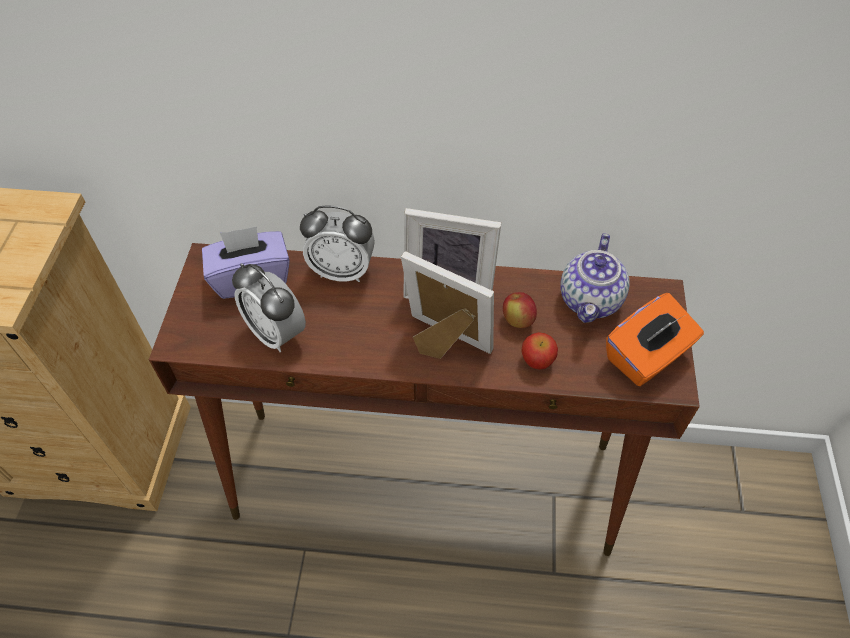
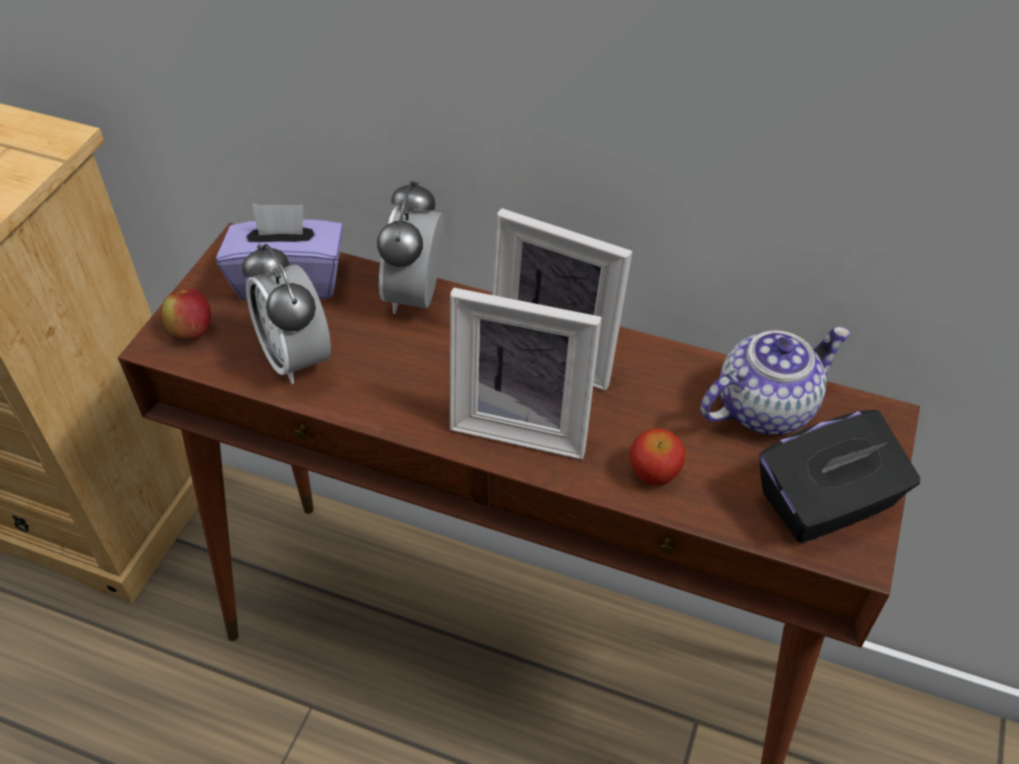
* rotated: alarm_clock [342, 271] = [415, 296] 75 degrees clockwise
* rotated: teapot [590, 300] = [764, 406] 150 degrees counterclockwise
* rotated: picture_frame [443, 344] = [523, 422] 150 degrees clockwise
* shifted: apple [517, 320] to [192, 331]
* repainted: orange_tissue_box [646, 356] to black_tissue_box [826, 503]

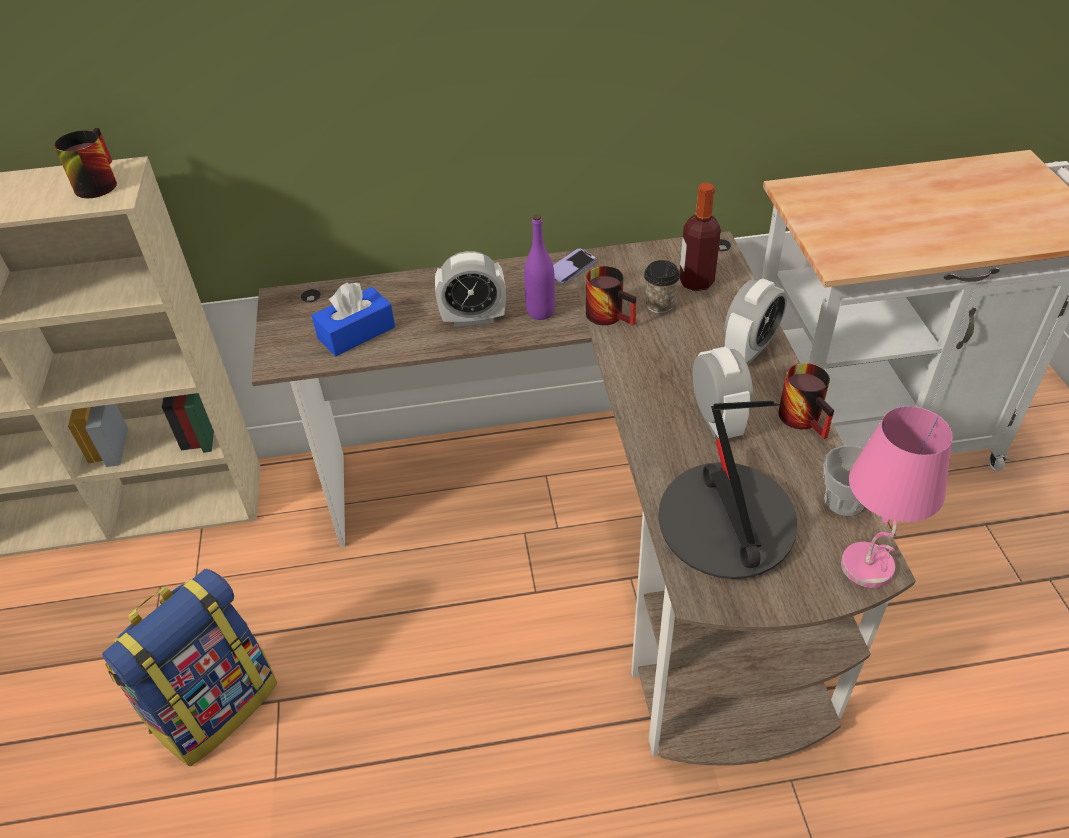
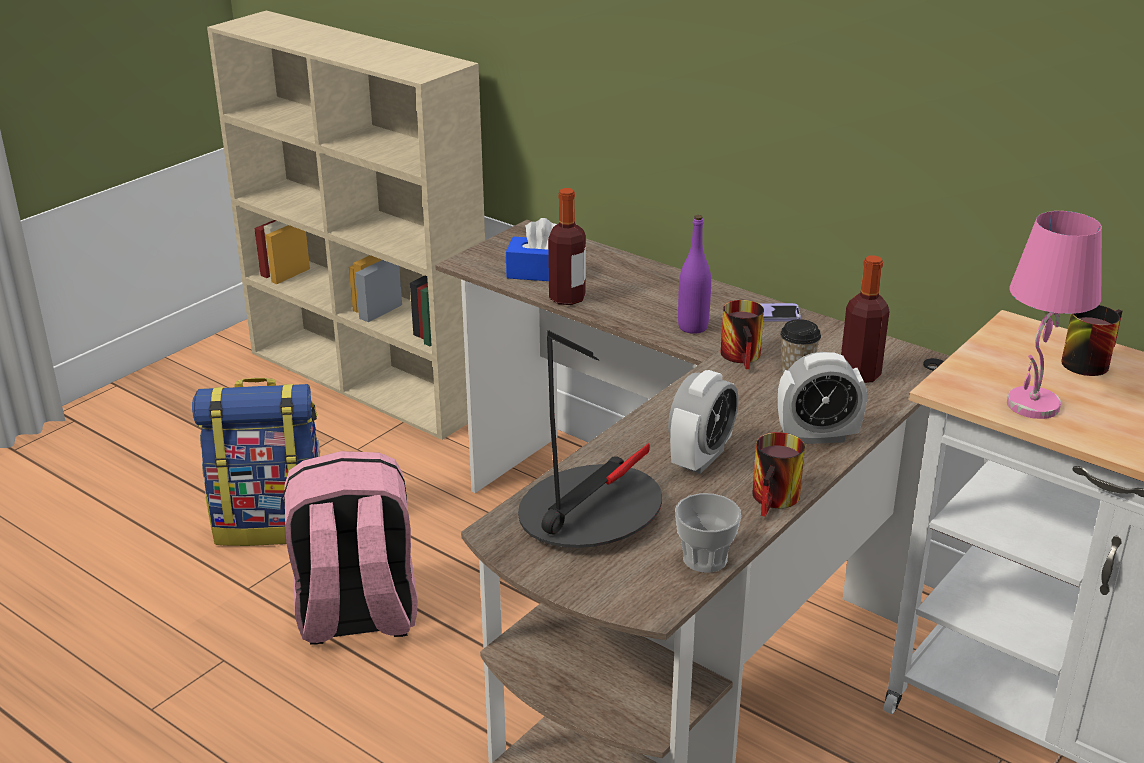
* shifted: mug [95, 182] to [1086, 360]
* gone: alarm_clock [473, 318]
* shifted: pink_table_lamp [868, 568] to [1033, 406]
* new: bottle [567, 298]
* new: pink_backpack [356, 616]

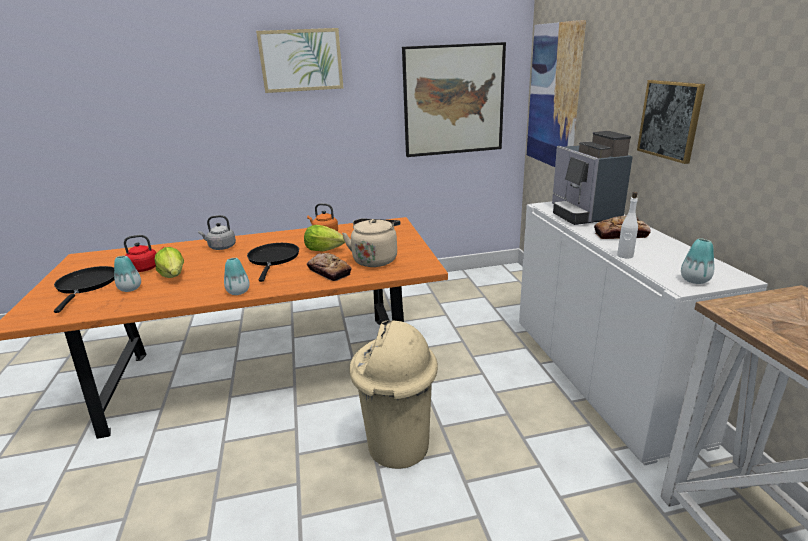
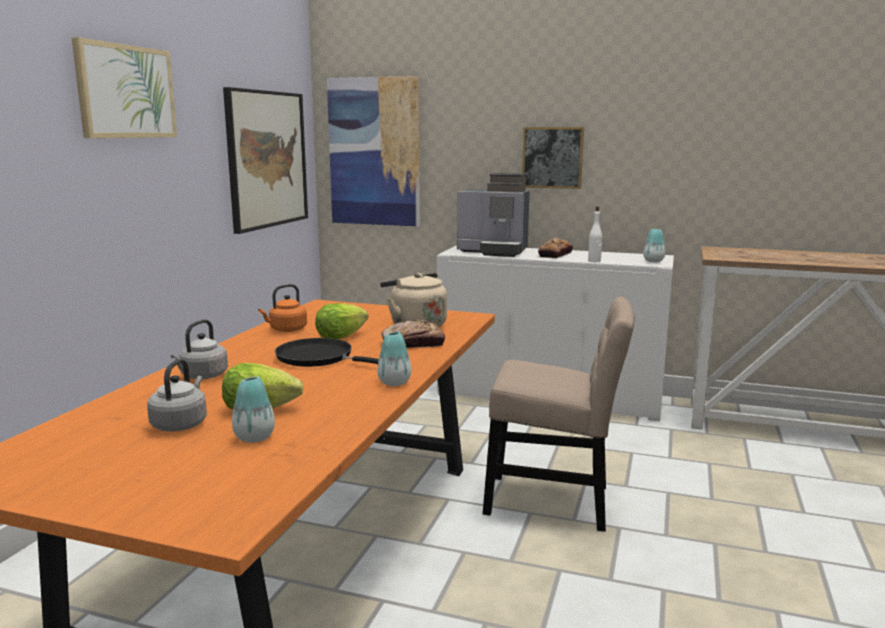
* repainted: red_kettle [146, 268] to grey_kettle [181, 424]
* gone: black_frying_pan [87, 285]
* swapped: beige_trash_can [398, 447] to beige_chair [555, 502]

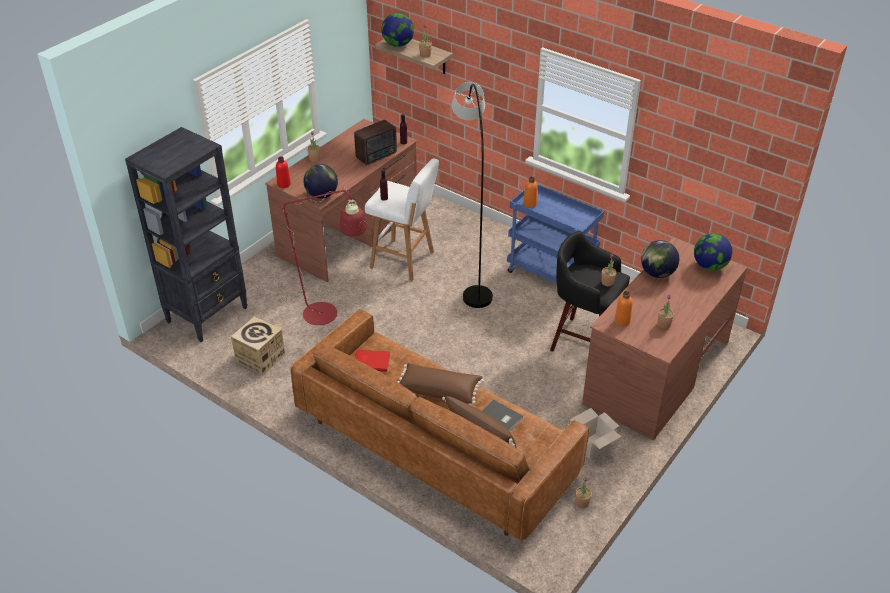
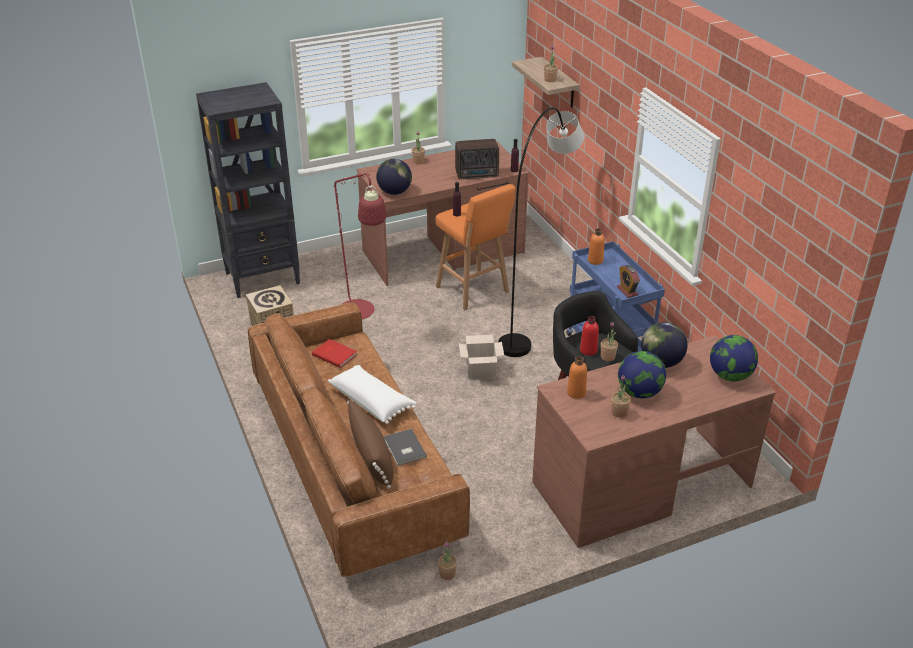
* shifted: globe [398, 44] to [639, 392]
* shifted: red_bottle [284, 184] to [588, 350]
* repainted: white_stool [404, 260] to orange_stool [473, 291]
* repainted: brown_pillow [439, 390] to white_pillow [372, 401]
* shifted: cardboard_box [592, 447] to [480, 371]
* new: alarm_clock [627, 291]

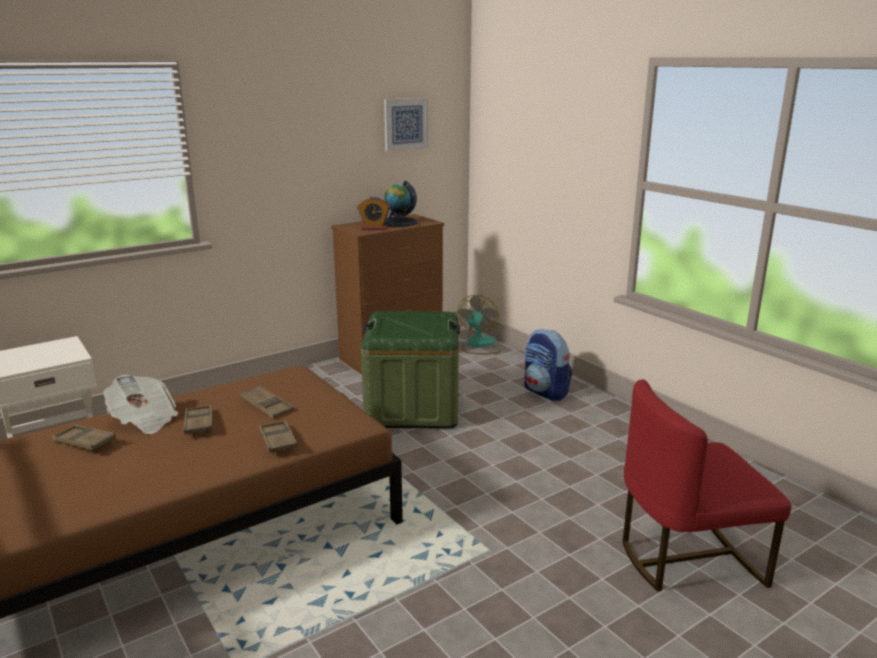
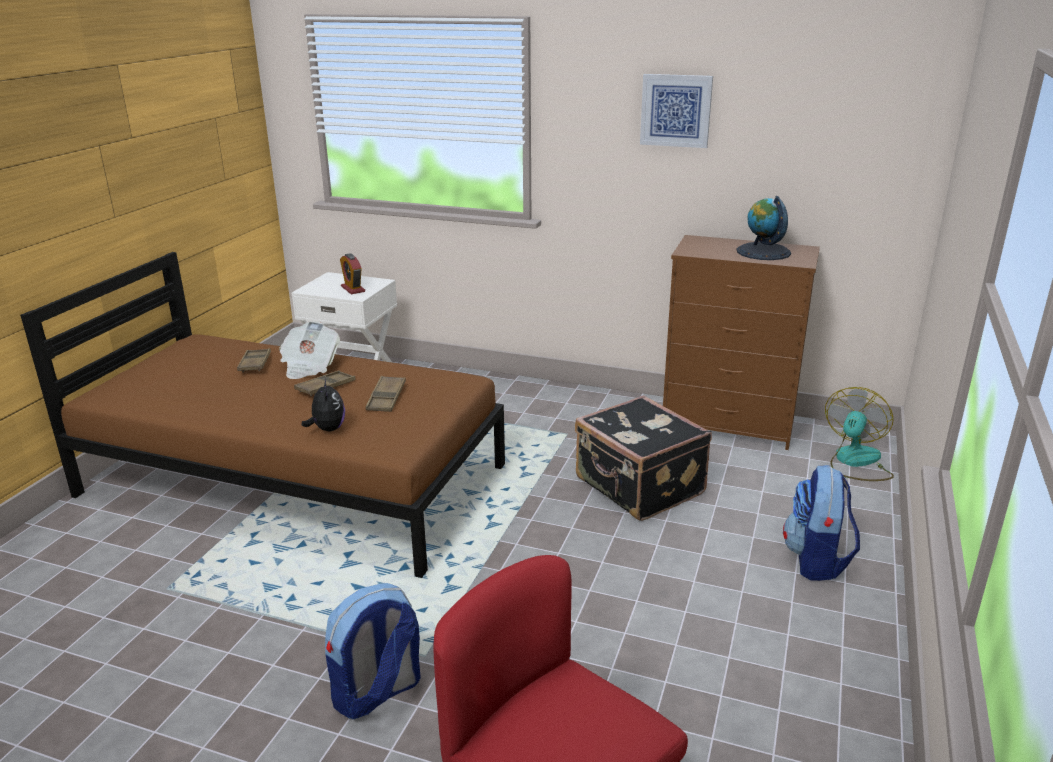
* shifted: picture [405, 124] to [676, 110]
* shifted: alarm_clock [374, 228] to [353, 289]
* rotated: fan [478, 345] = [855, 462] 45 degrees counterclockwise
* swapped: green_storage_box [412, 408] to black_suitcase [638, 487]
* swapped: brown_tray [278, 441] to plush_toy [327, 429]
* new: backpack [377, 693]

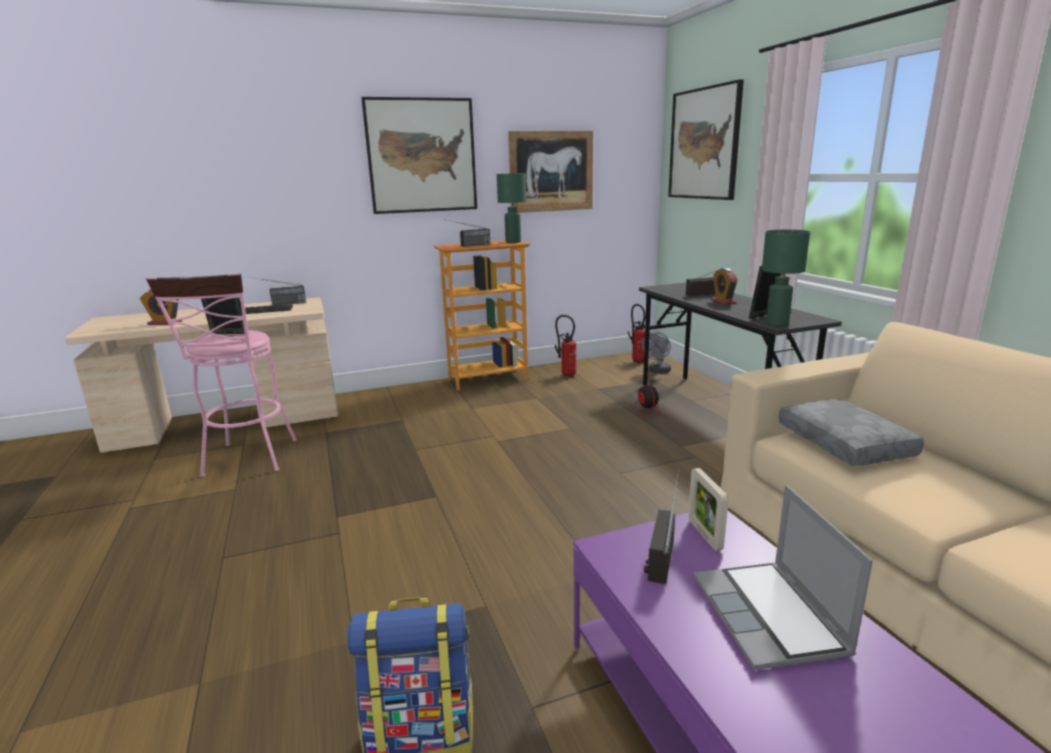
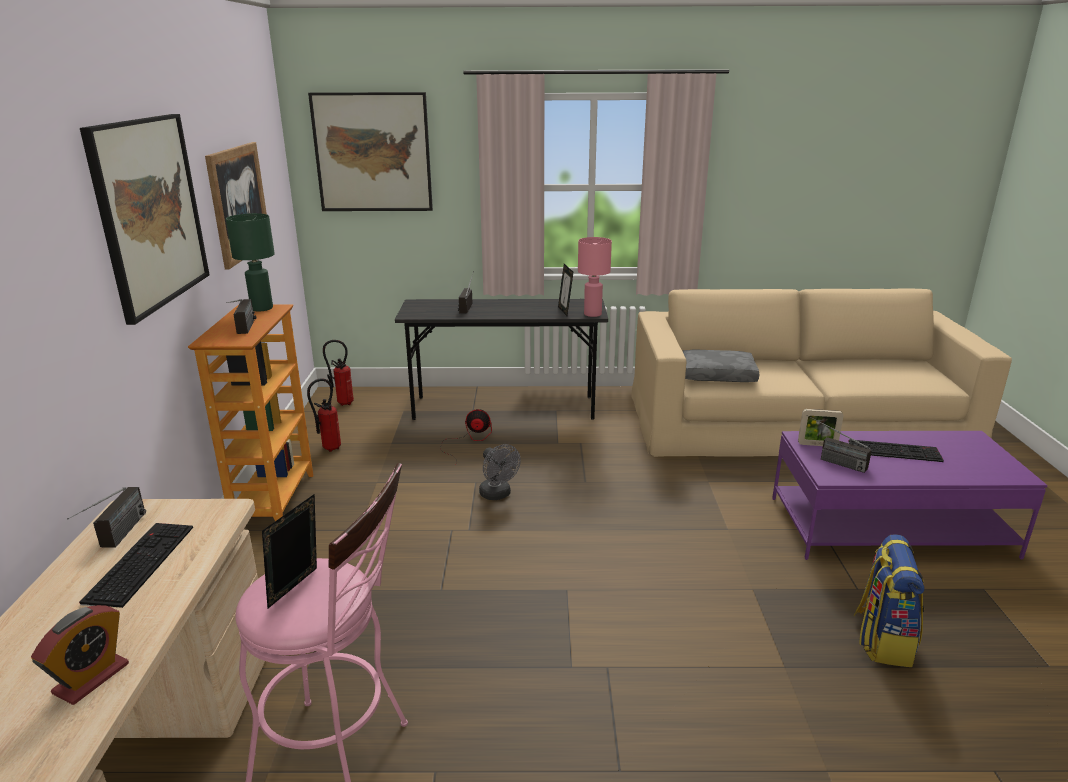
* repainted: green_table_lamp [776, 324] to pink_table_lamp [592, 314]
* gone: alarm_clock [723, 302]
* shifted: grey_fan [658, 371] to [498, 495]
* swapped: laptop [770, 616] to keyboard [895, 451]

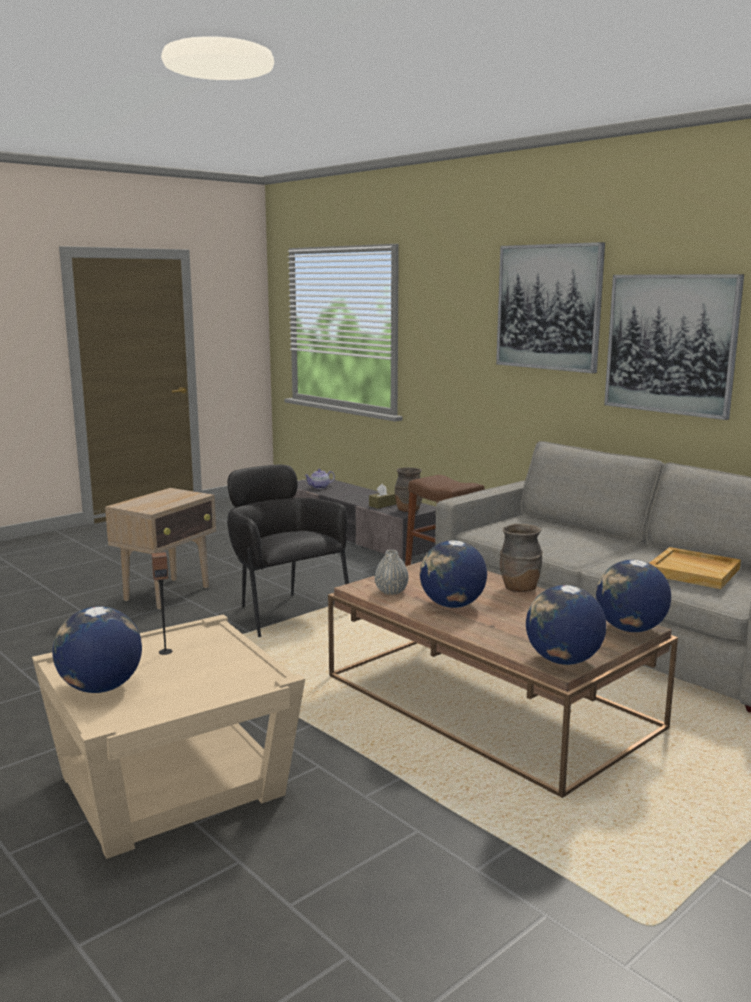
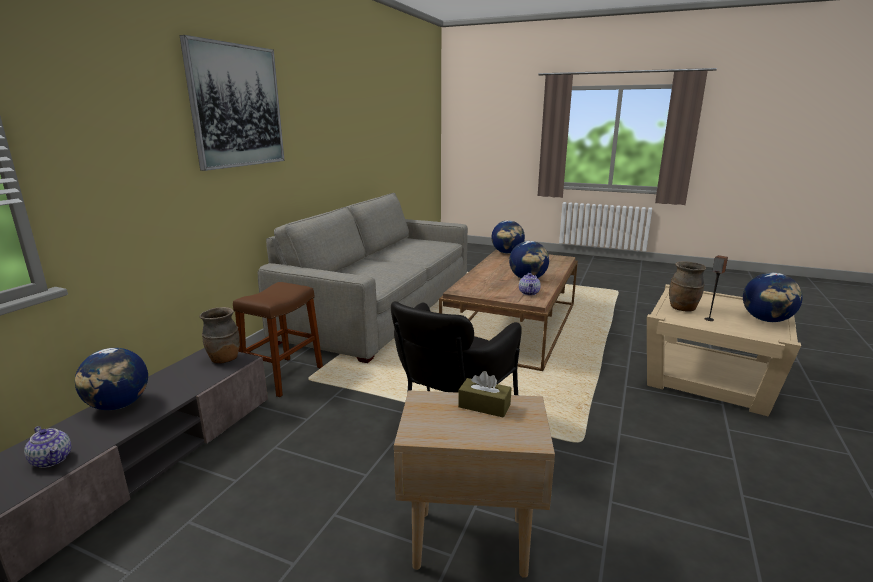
* gone: picture [670, 344]
* shifted: brown_tissue_box [382, 505] to [484, 406]
* shifted: brown_vase [519, 589] to [683, 309]
* gone: beige_tray [694, 571]
* swapped: grey_vase [391, 591] to teapot [529, 293]
* shifted: globe [562, 661] to [119, 405]

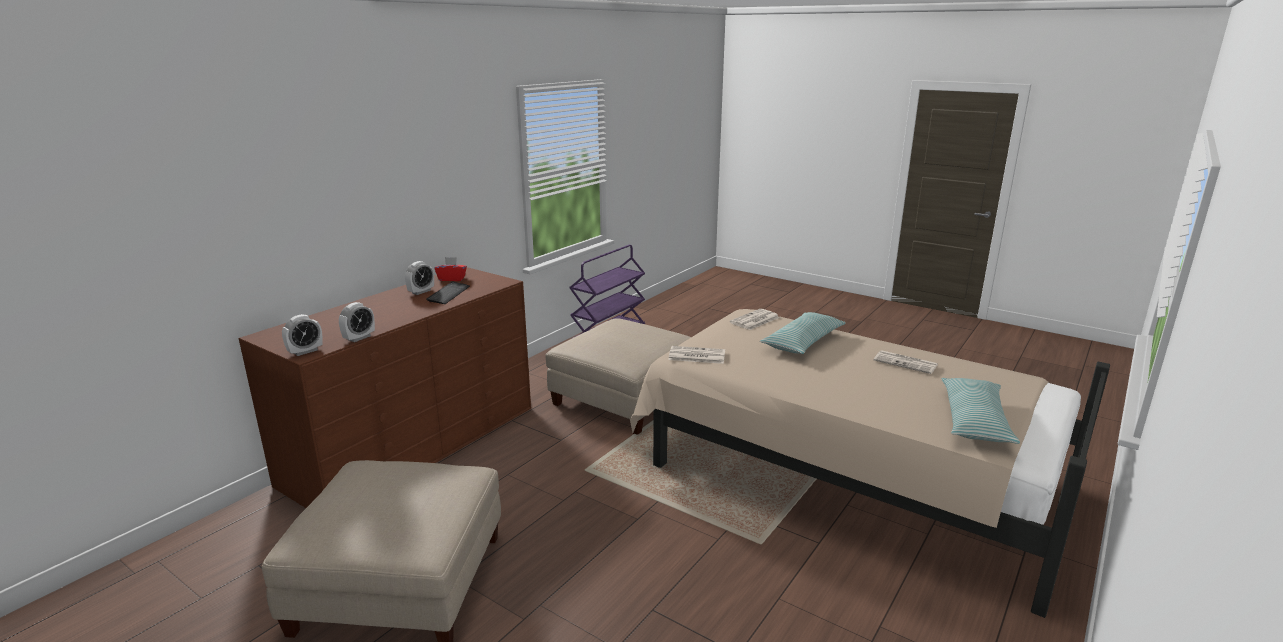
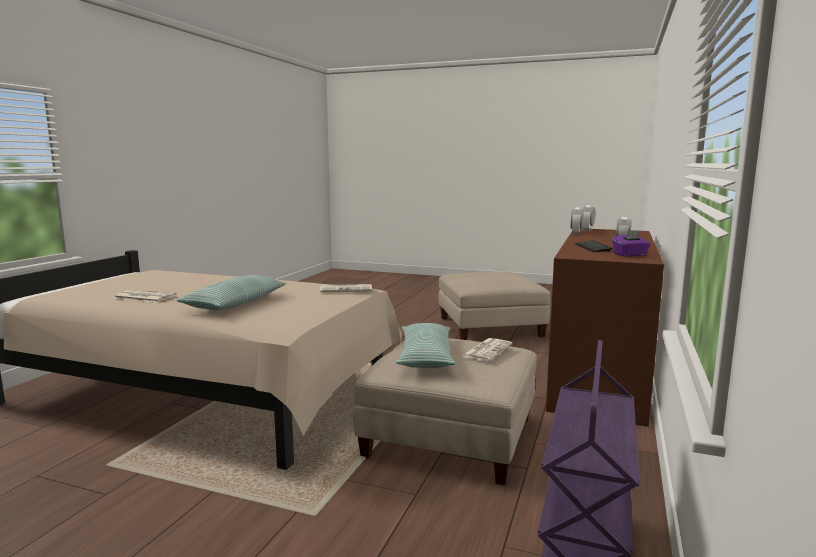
* repainted: red_tissue_box [452, 279] to purple_tissue_box [630, 255]
* shifted: newspaper [754, 320] to [486, 350]
* shifted: pillow [974, 420] to [425, 356]

